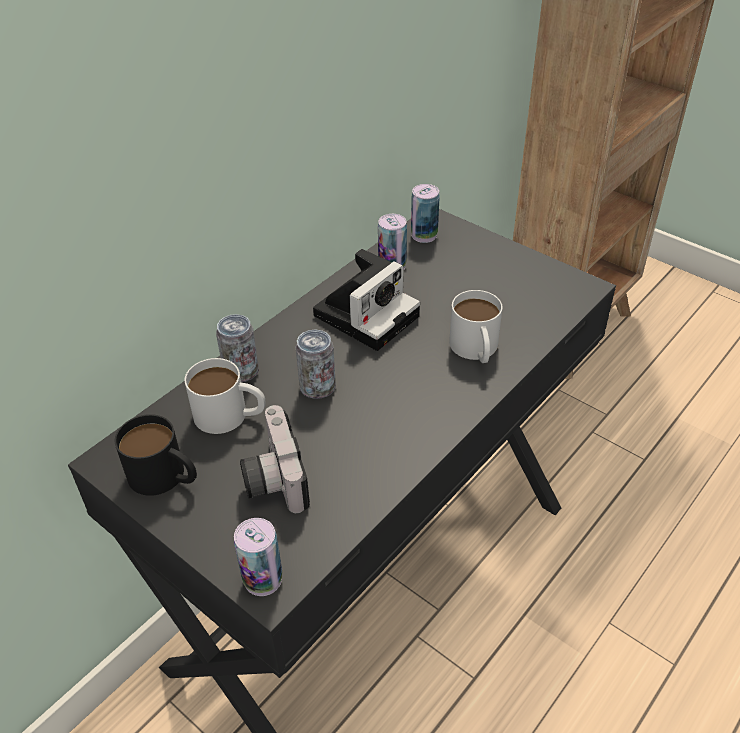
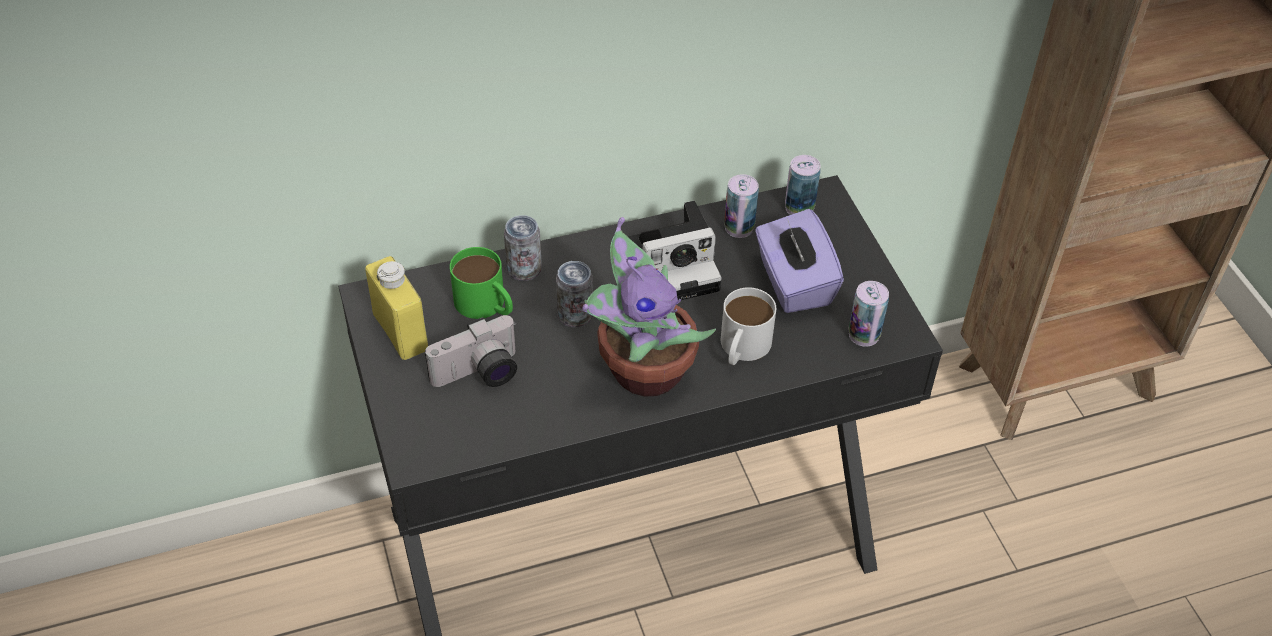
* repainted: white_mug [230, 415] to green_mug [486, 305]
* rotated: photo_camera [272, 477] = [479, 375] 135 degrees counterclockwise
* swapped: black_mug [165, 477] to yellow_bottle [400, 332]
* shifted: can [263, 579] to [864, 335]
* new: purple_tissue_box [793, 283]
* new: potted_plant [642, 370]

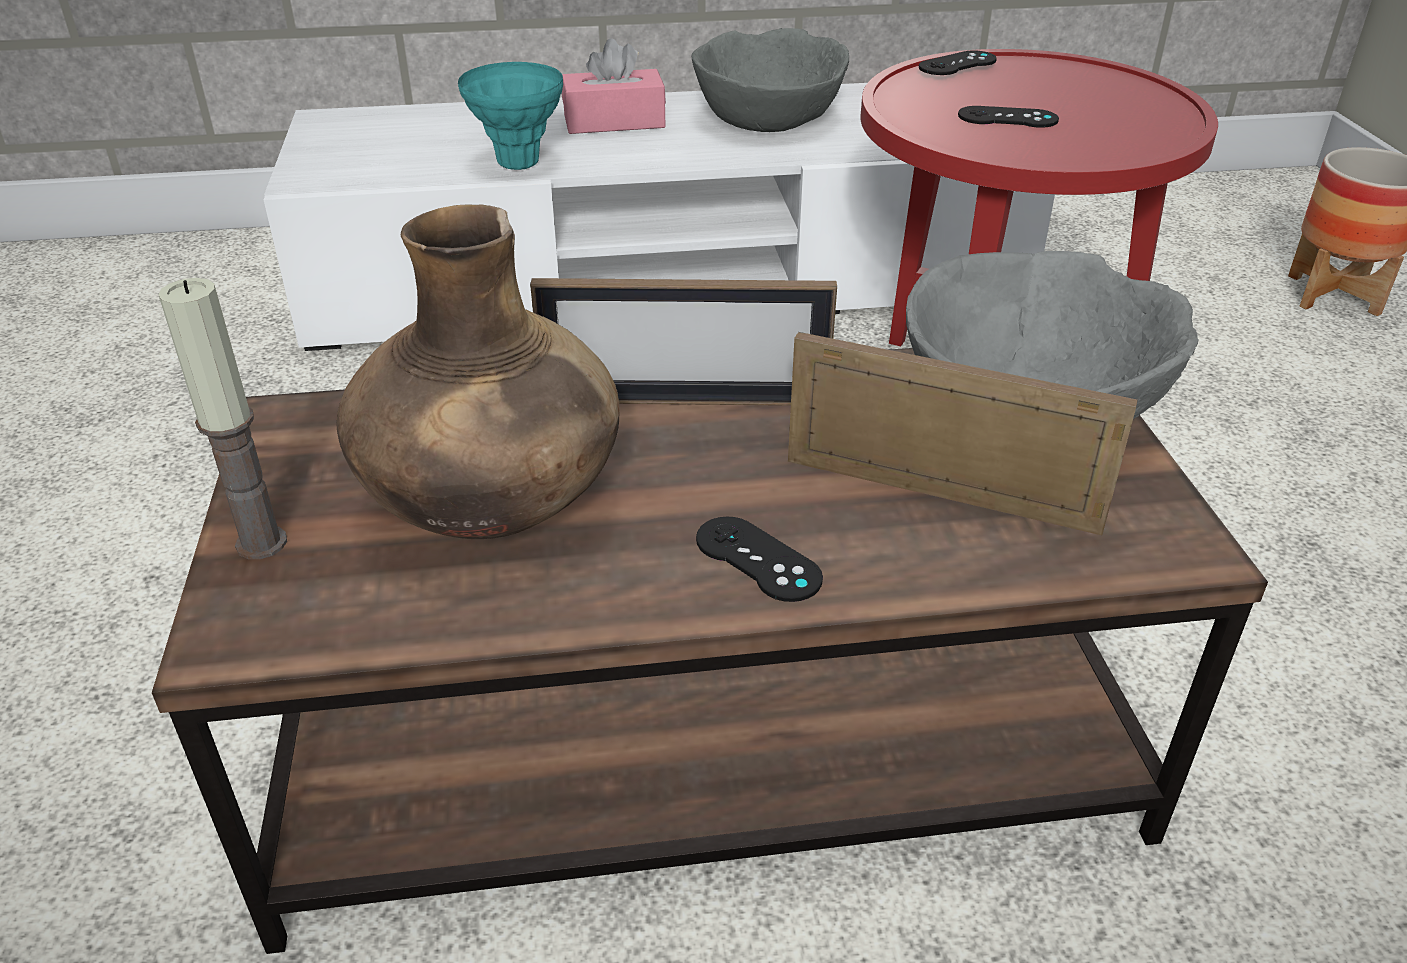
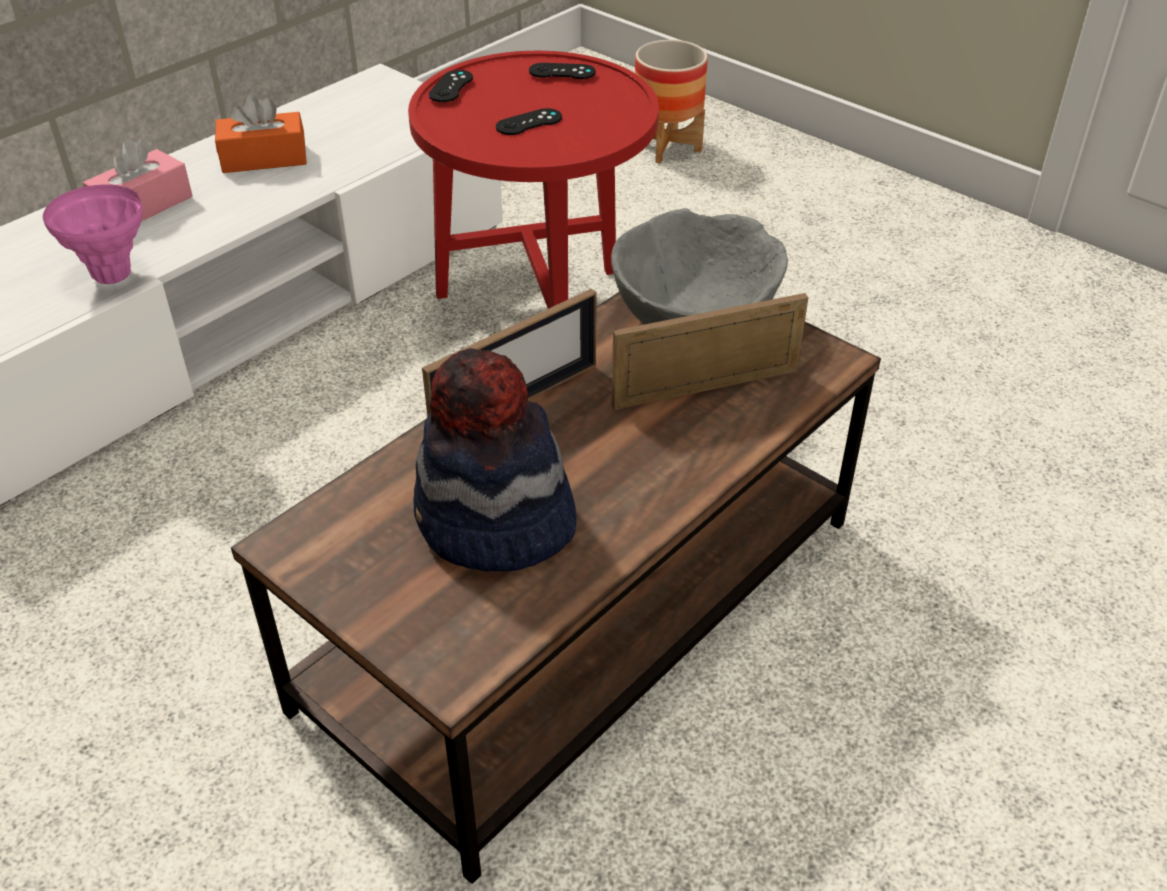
* swapped: grey_bowl [769, 118] to orange_tissue_box [264, 158]
* repainted: turquoise_vase [519, 163] to pink_vase [113, 275]
* swapped: brown_vase [493, 508] to hat [494, 523]
* gone: candle [261, 543]
* shifted: black_game_controller [758, 559] to [562, 72]

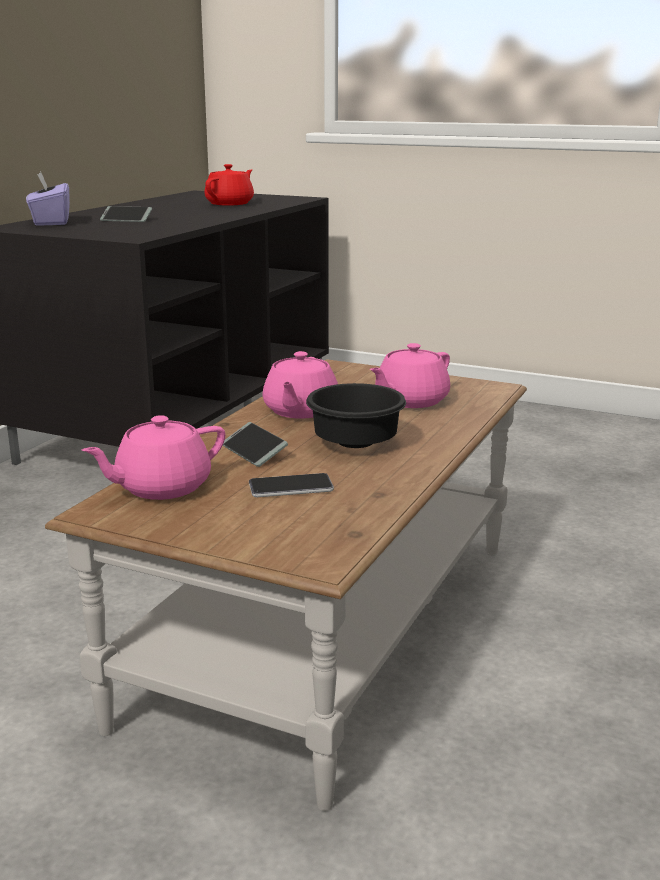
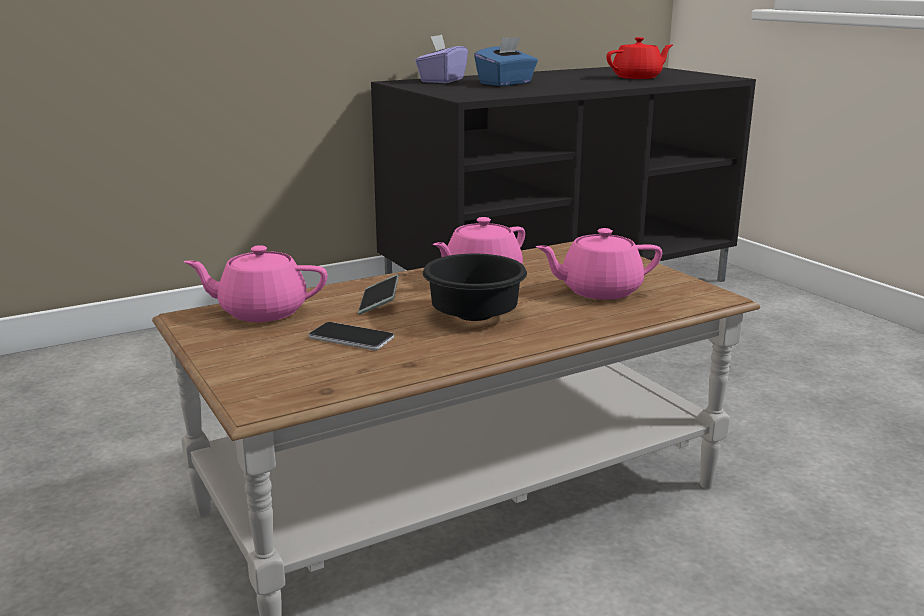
* swapped: phone [126, 219] to blue_tissue_box [506, 83]

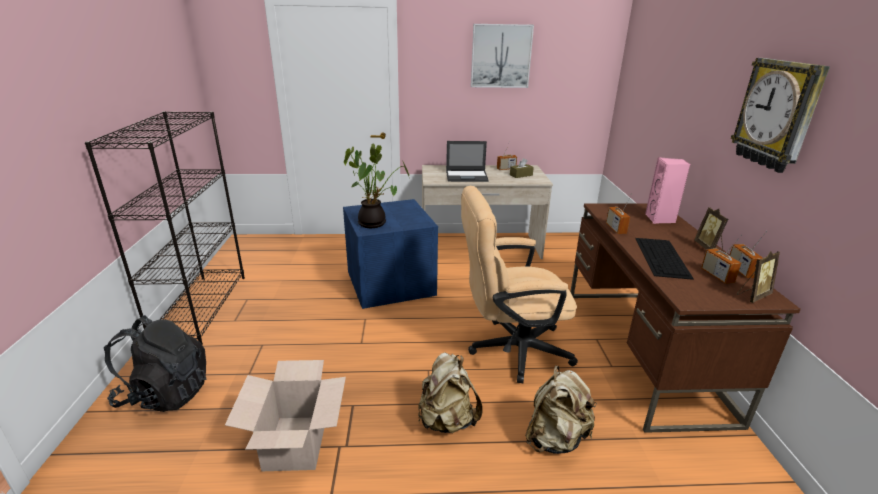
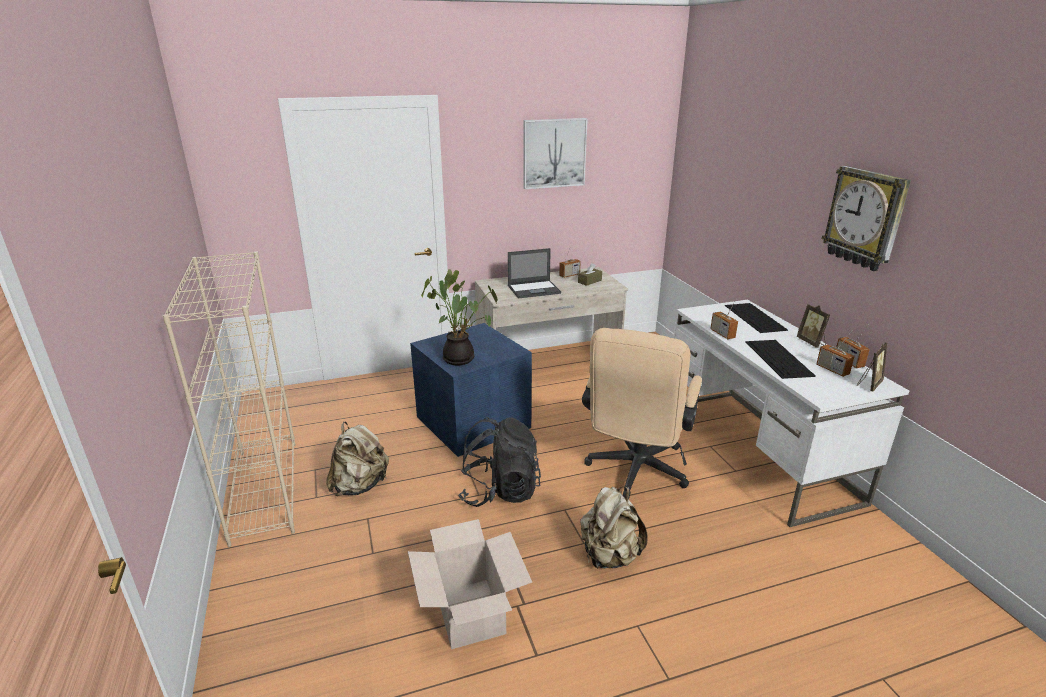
* repainted: black_bookcase [202, 307] to beige_bookcase [264, 489]
* swapped: pink_speaker [660, 219] to keyboard [755, 317]
* rotated: beige_office_chair [510, 349] = [635, 472] 45 degrees counterclockwise
* repainted: brown_desk [642, 352] to white_desk [756, 451]
* shifted: black_backpack [165, 394] to [499, 491]
* shifted: beige_backpack [555, 438] to [360, 486]

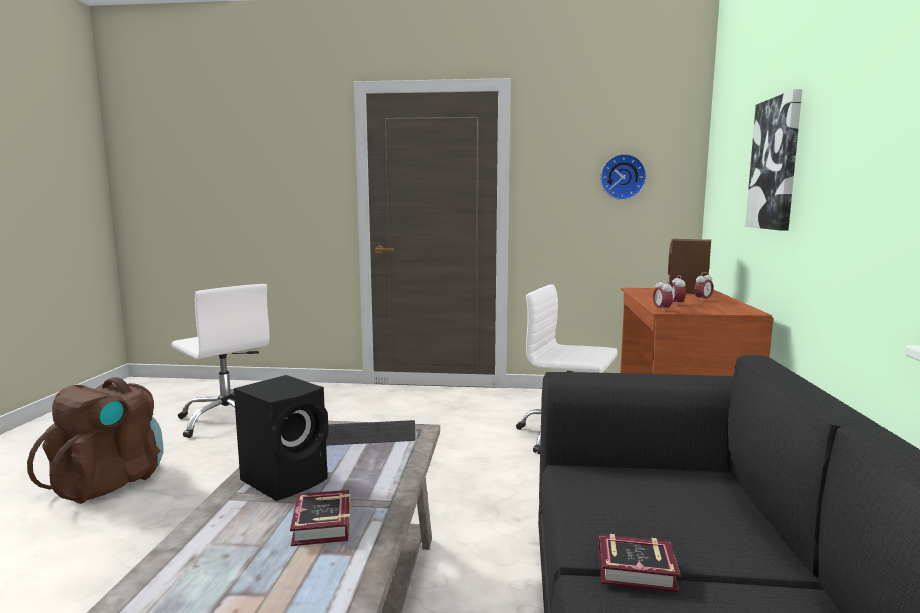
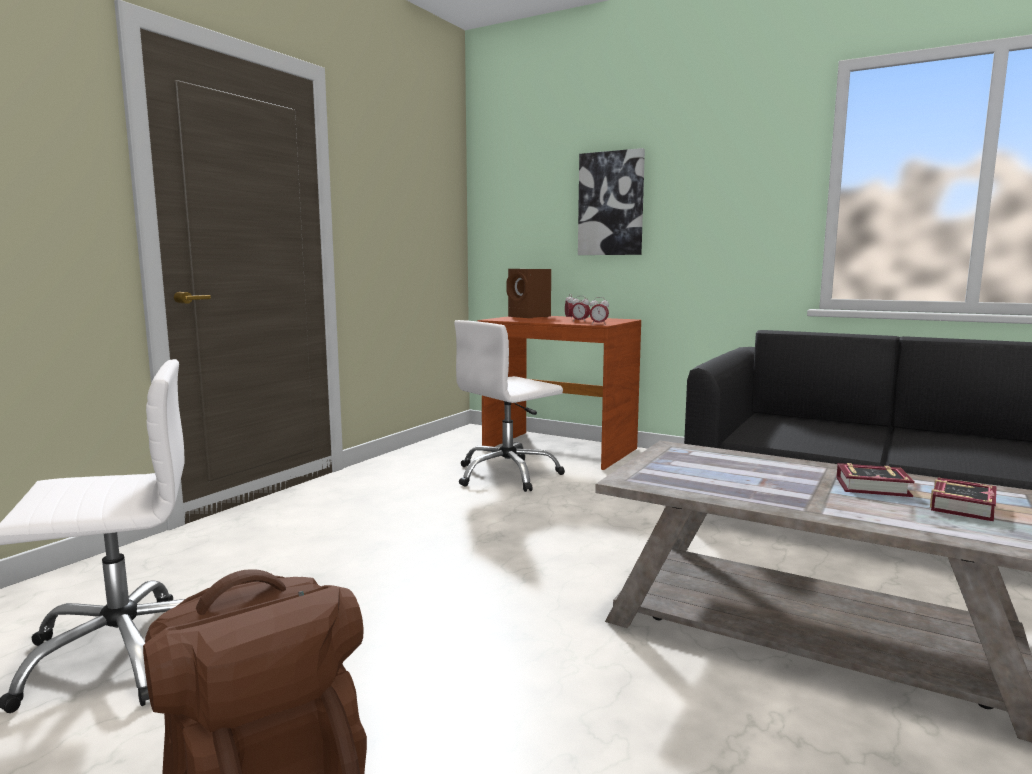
* gone: wall_clock [622, 177]
* gone: black_speaker [287, 479]
* gone: keyboard [368, 435]
* shifted: book [640, 572] to [965, 506]

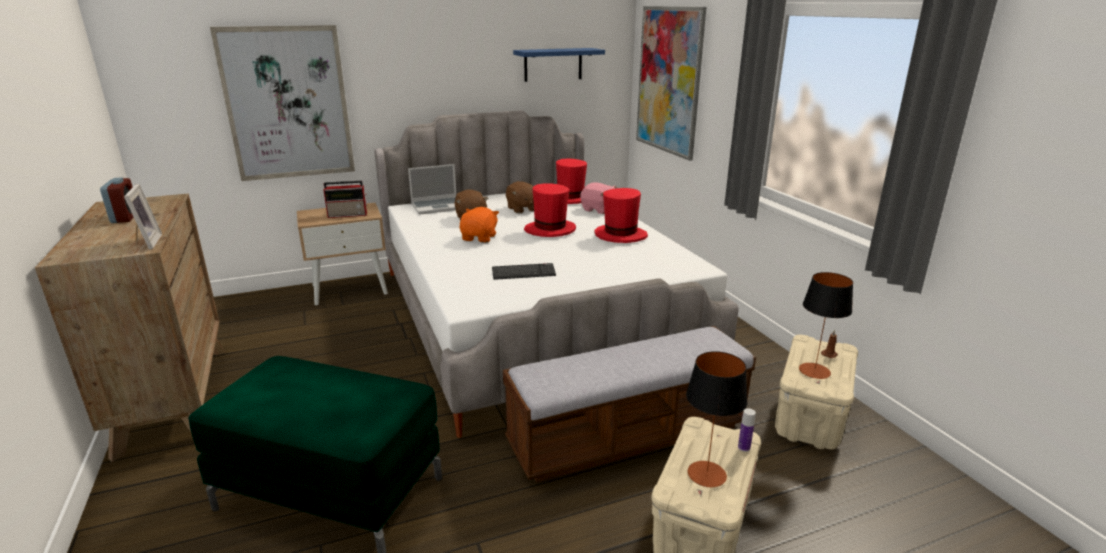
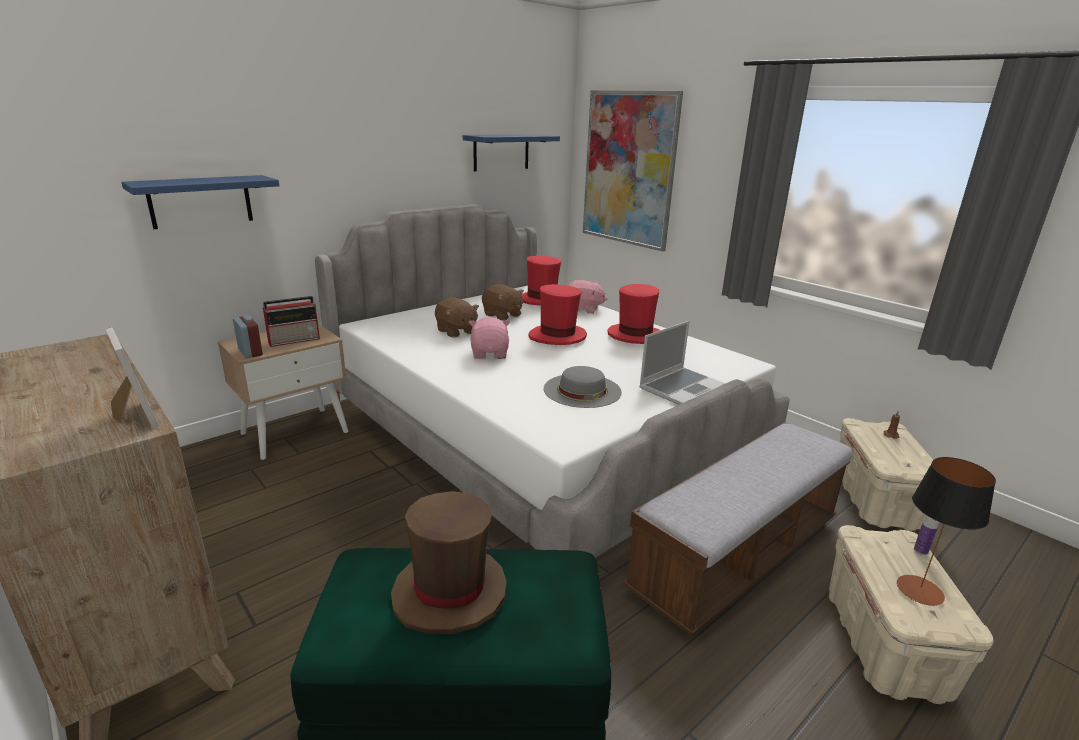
* swapped: picture [287, 103] to blue_shelf [200, 201]
* shifted: laptop [438, 206] to [681, 387]
* shifted: alarm_clock [125, 217] to [250, 352]
* repainted: orange_plush_toy [479, 238] to pink_plush_toy [490, 353]
* swapped: keyboard [523, 273] to grey_hat [582, 390]
* gone: table_lamp [814, 371]
* new: brown_hat [450, 593]

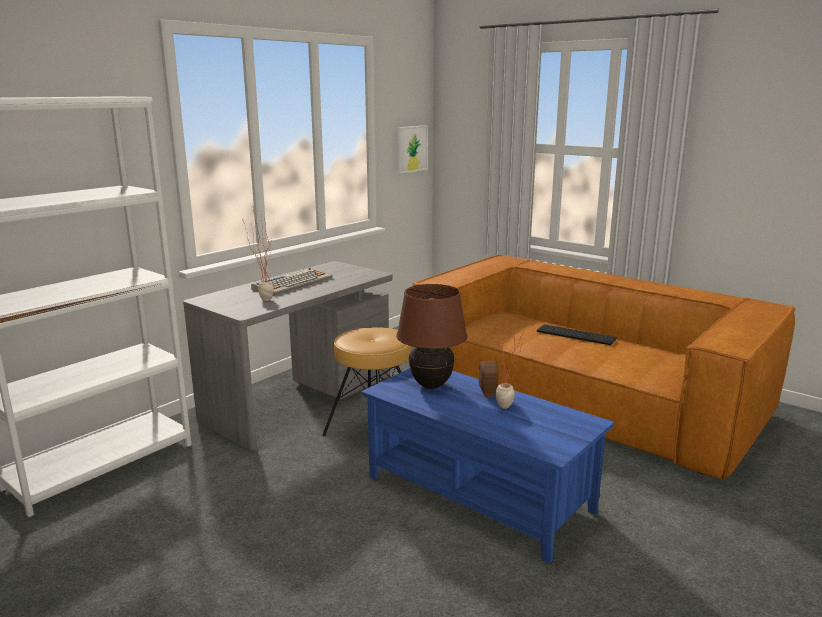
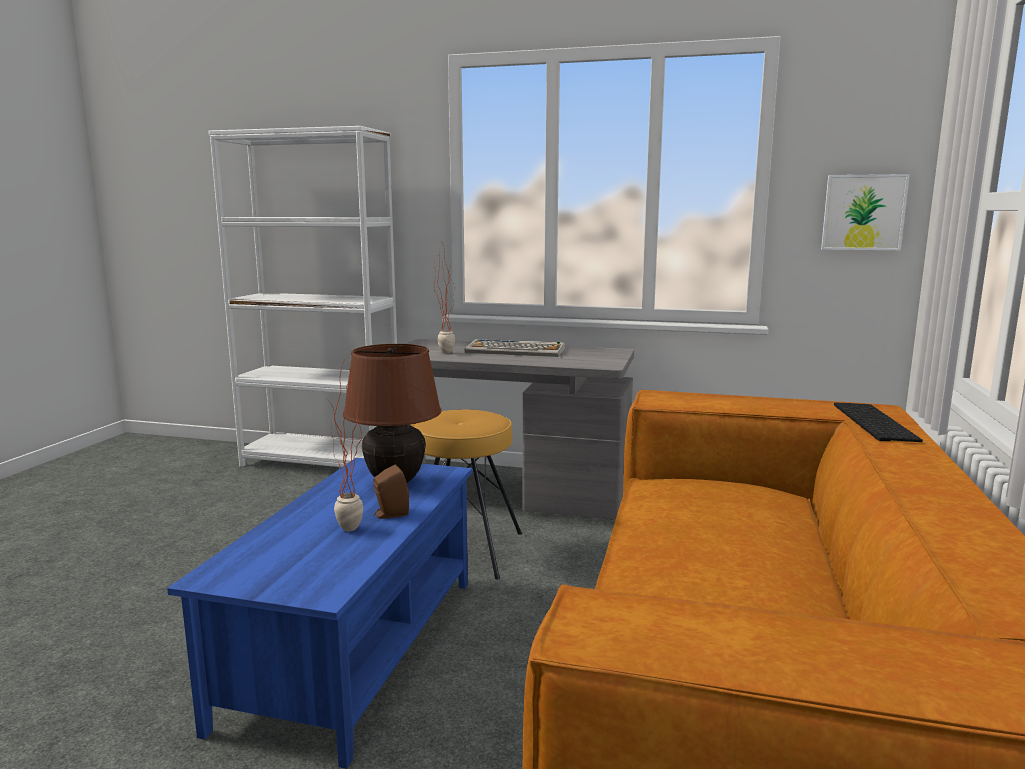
* shifted: keyboard [574, 335] to [871, 421]

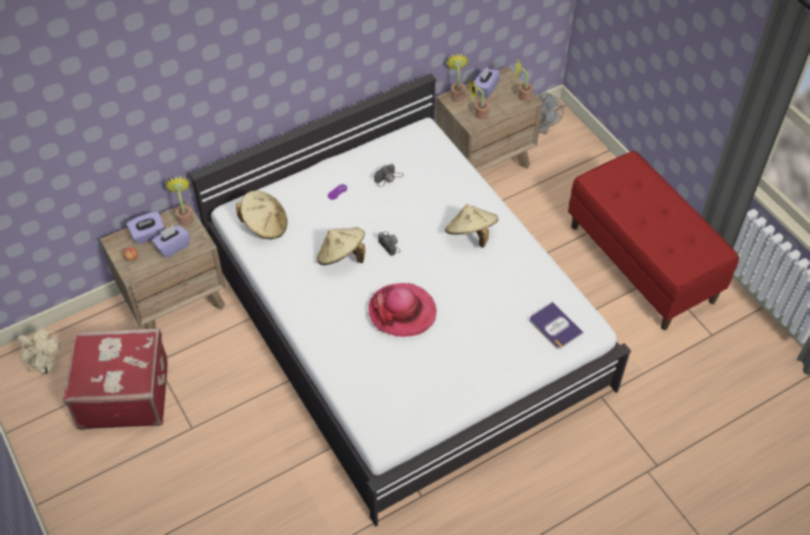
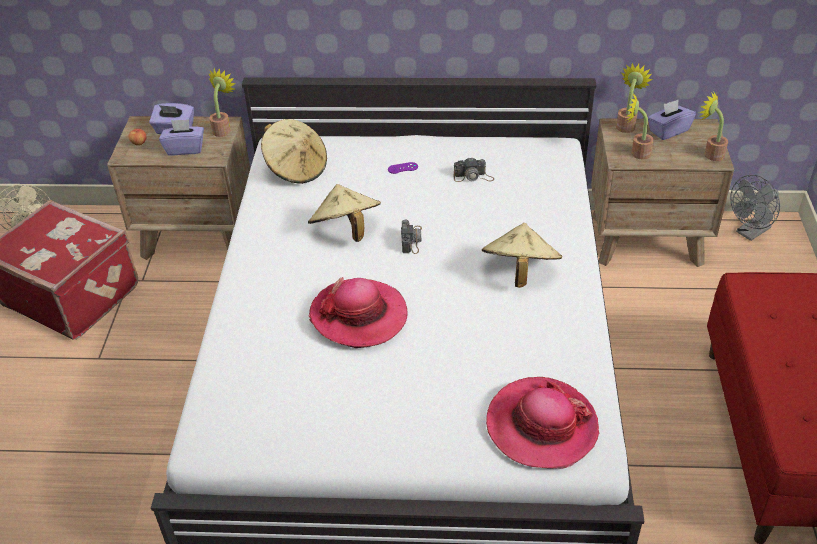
* swapped: book [555, 326] to hat [541, 426]

